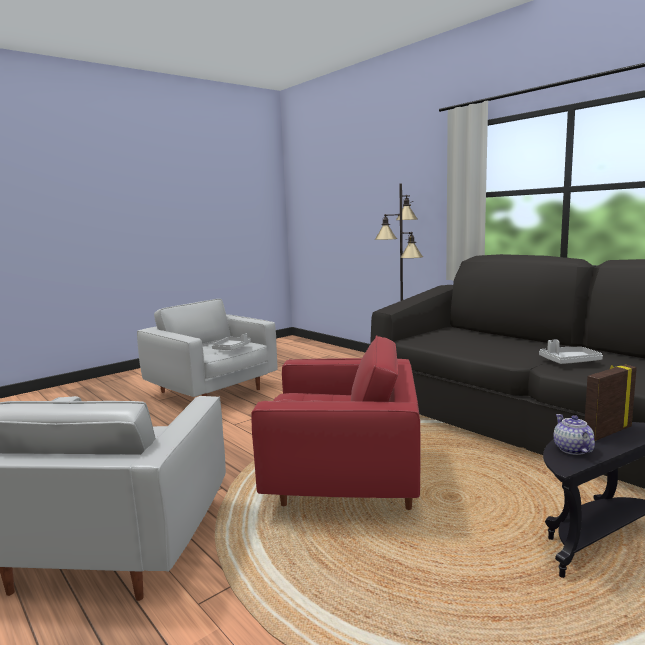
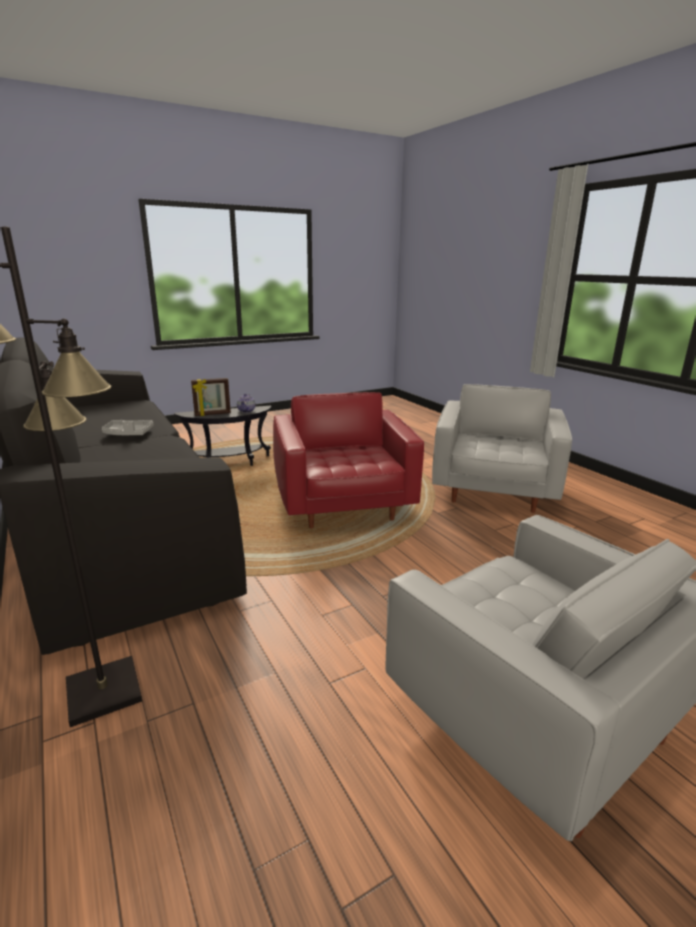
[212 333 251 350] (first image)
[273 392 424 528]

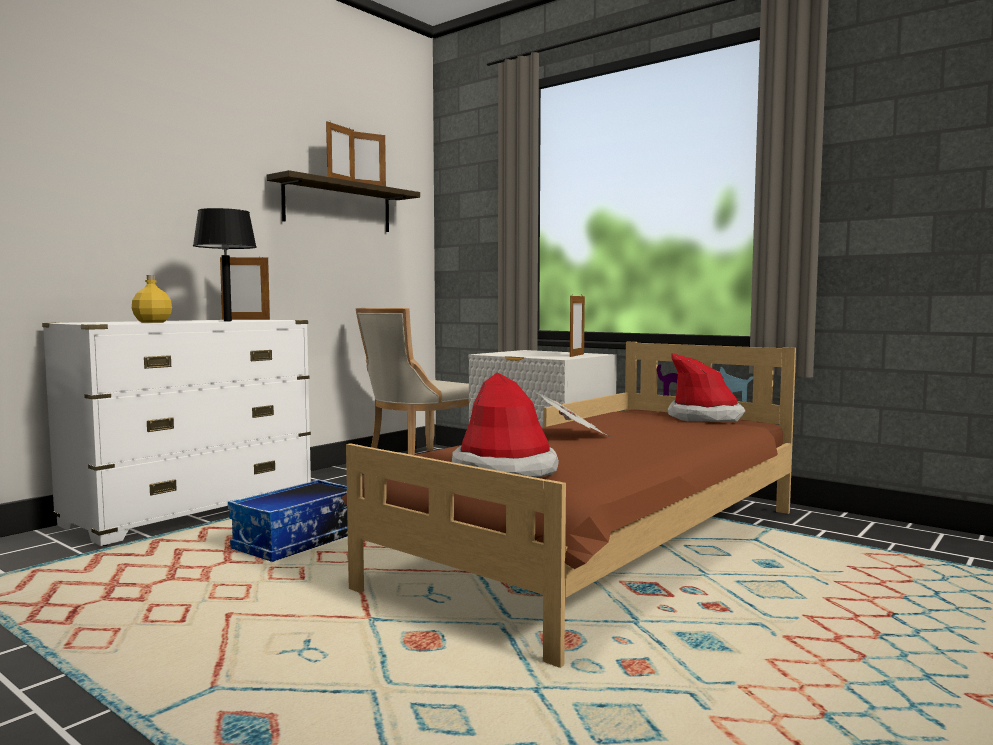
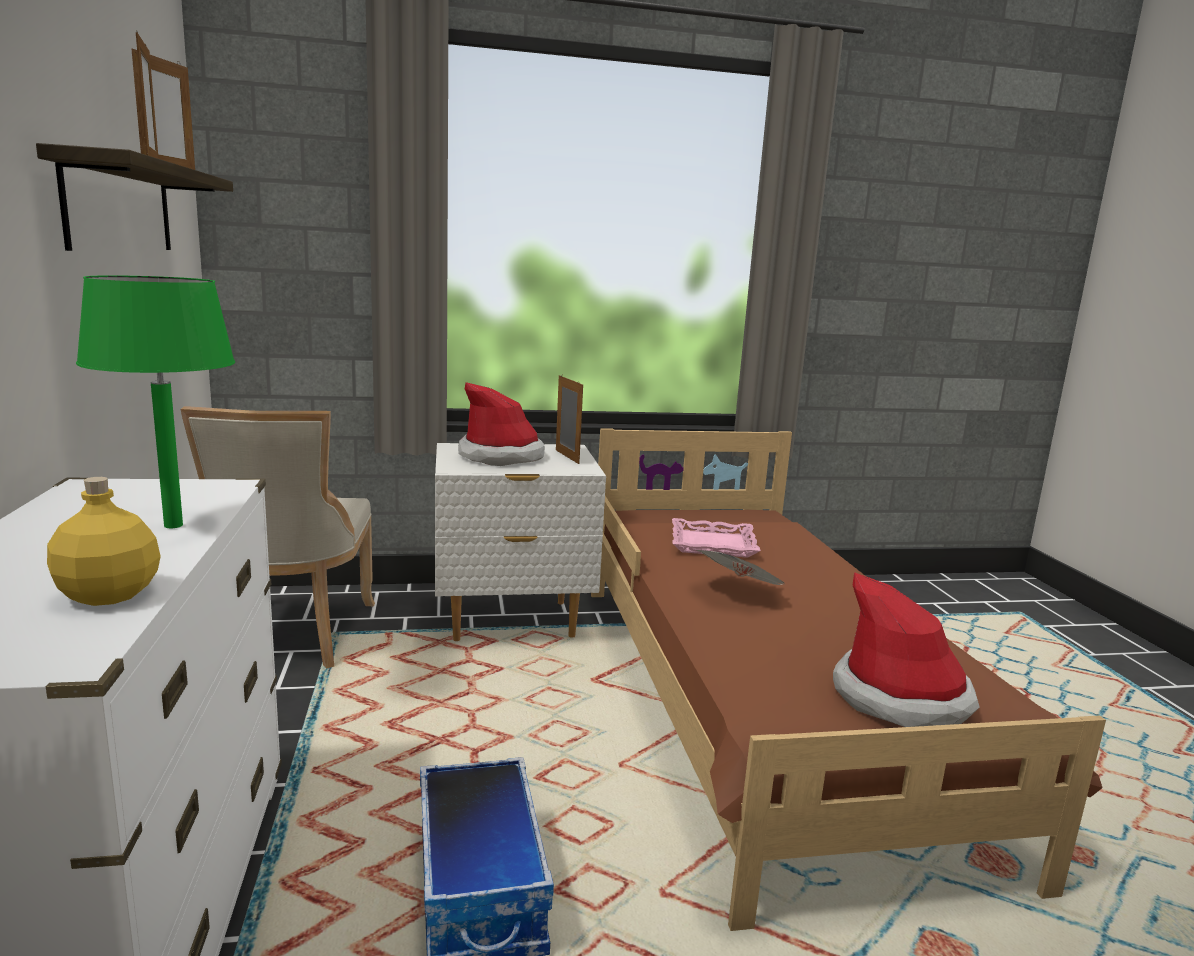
[220 255 270 320] (first image)
[672 518 761 558]
[458 382 545 466]
[76 275 235 528]

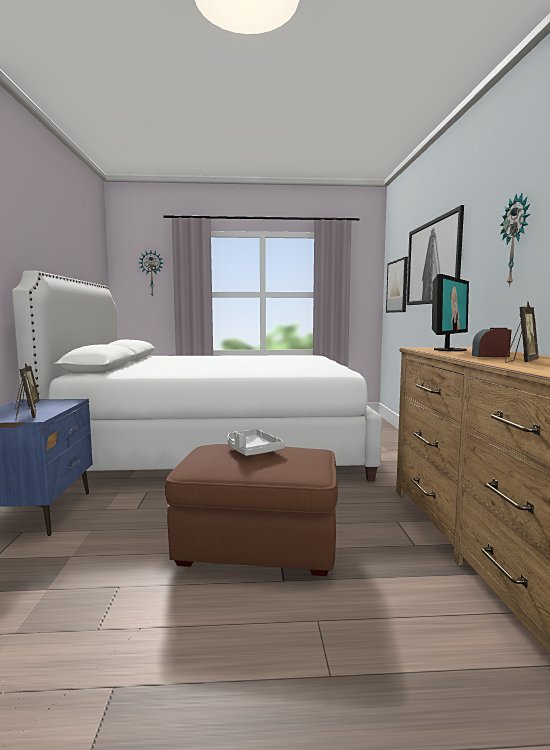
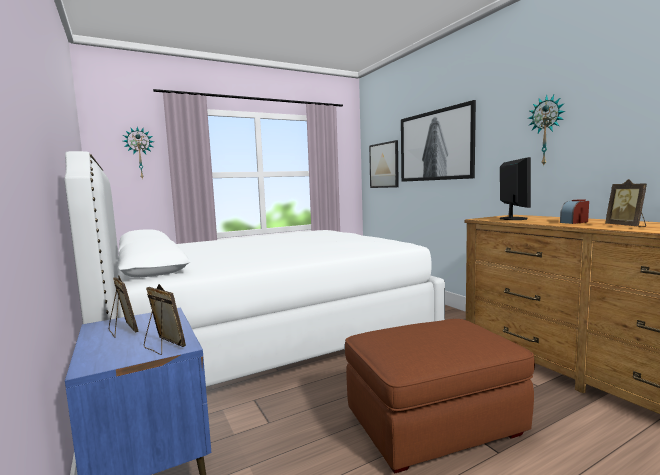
[228 429 284 456] (first image)
[605 179 647 227]

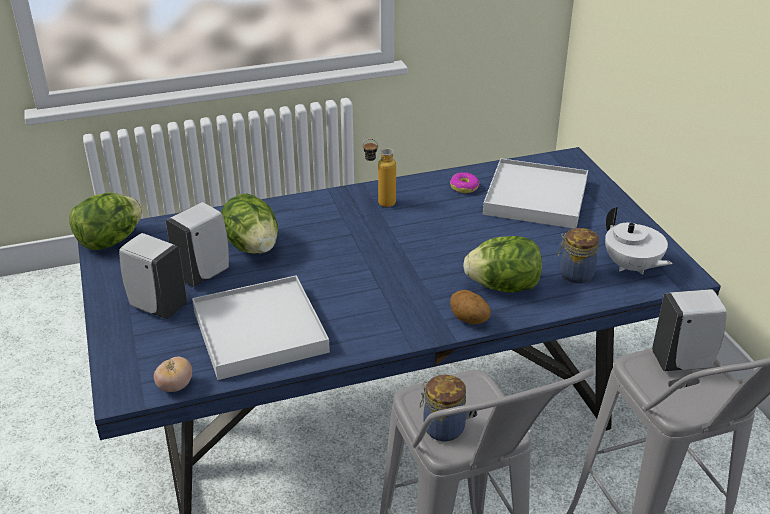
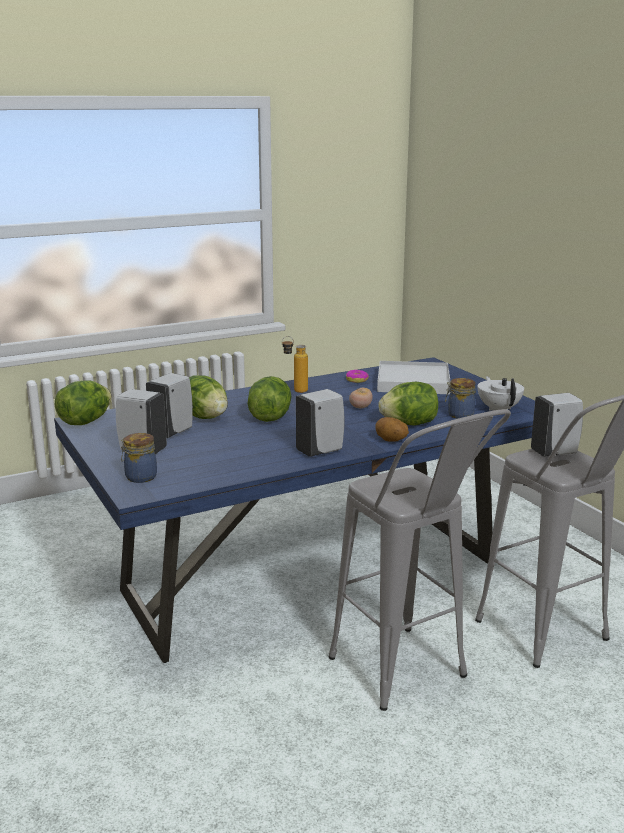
[192 275 330 380] (first image)
[247 376 291 422]
[296 389 344 457]
[349 388 373 408]
[121 433 157 483]
[478 376 524 411]

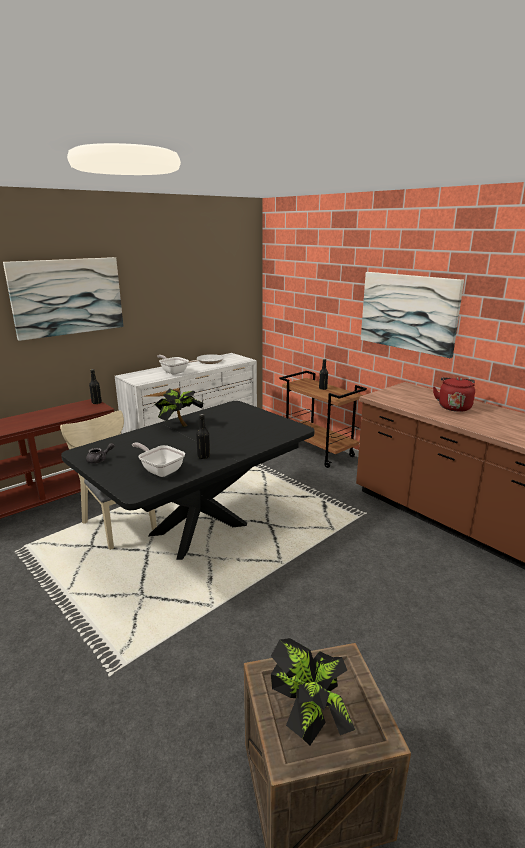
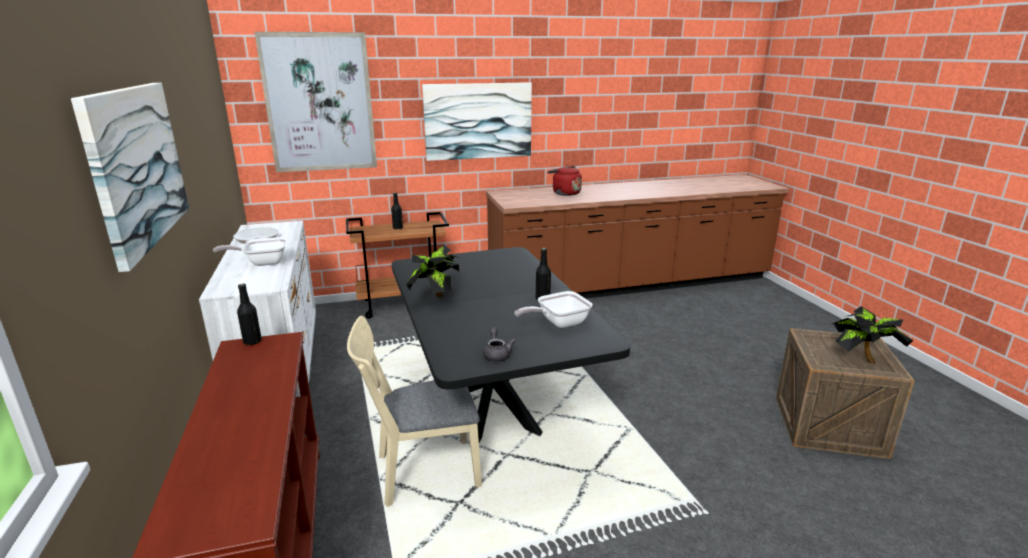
[254 32 377 172]

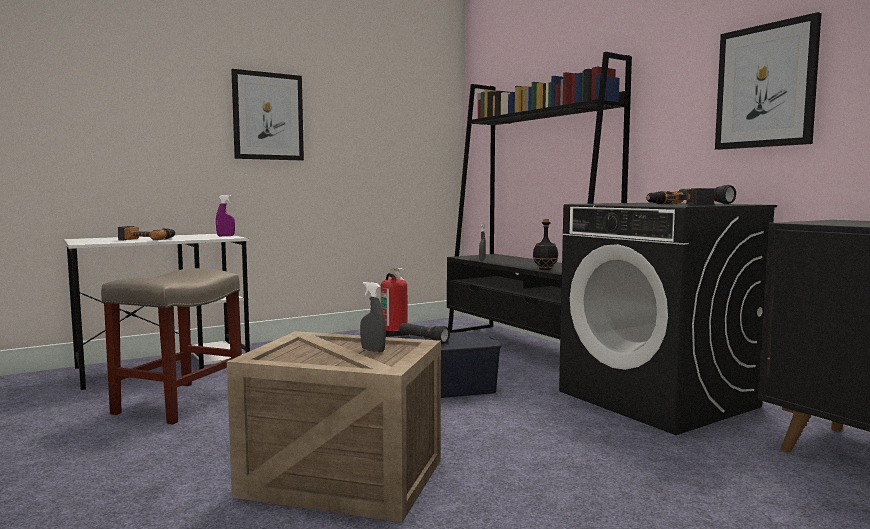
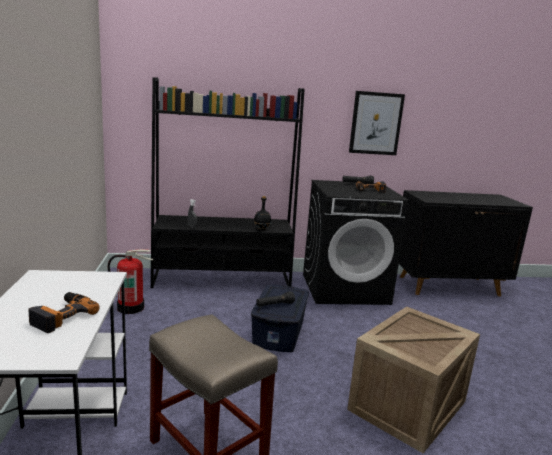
[216 195 235 236] (first image)
[231 69 304 160] (first image)
[360 282 386 352] (first image)

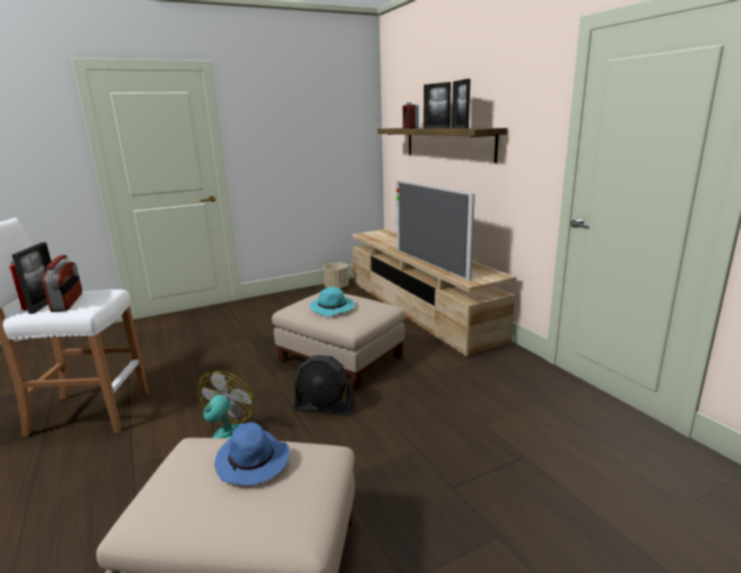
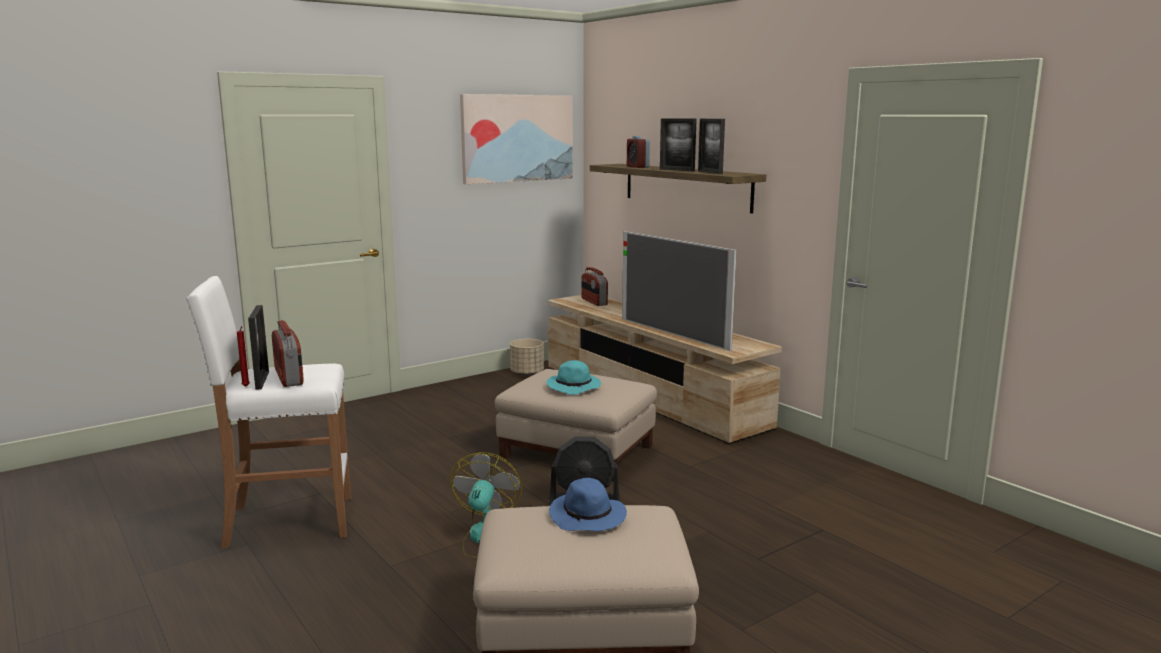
[460 94 573 184]
[581 267 608 306]

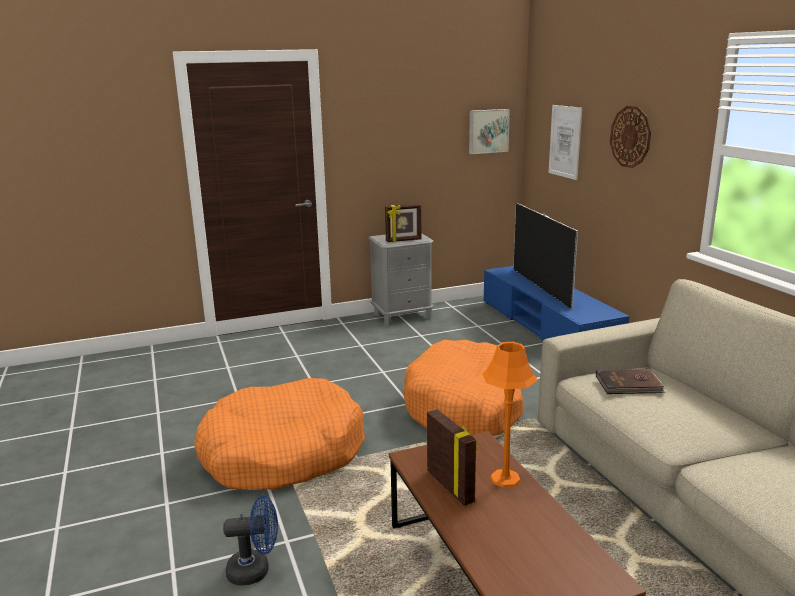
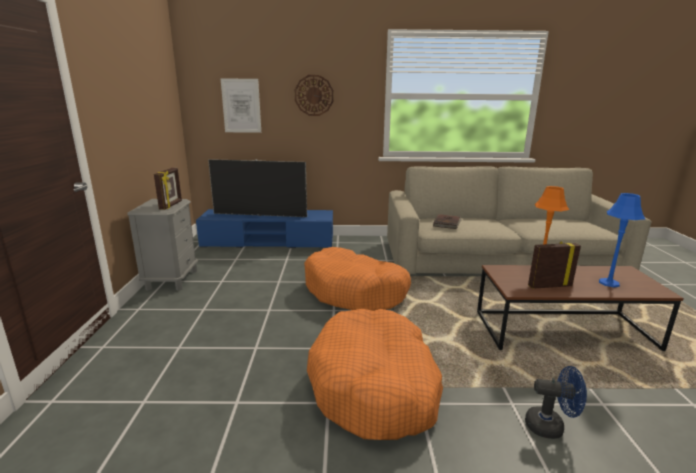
[469 109 510 154] (first image)
[599 193 645 287]
[525 366 587 439]

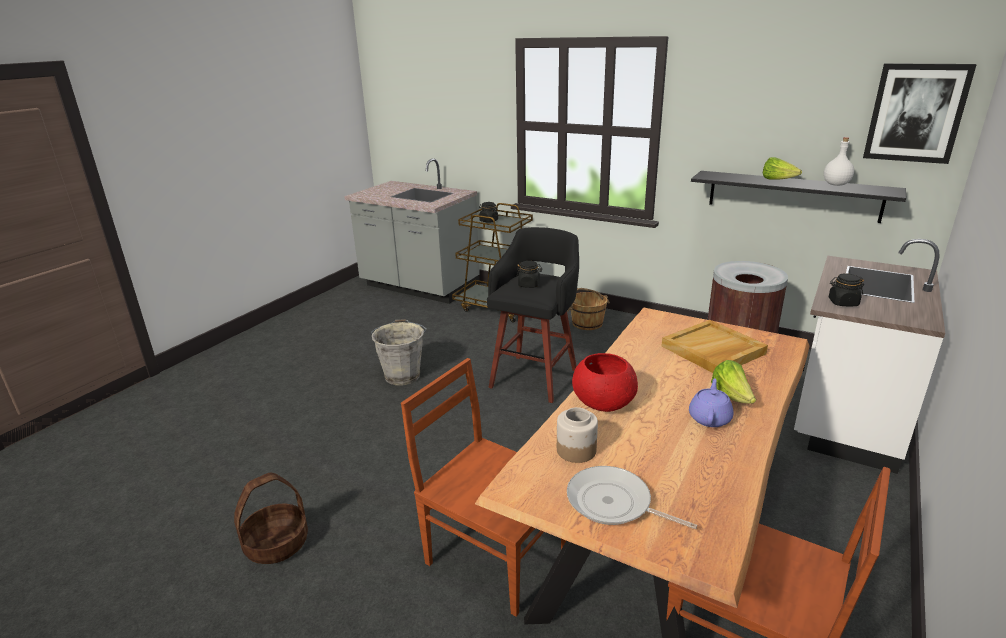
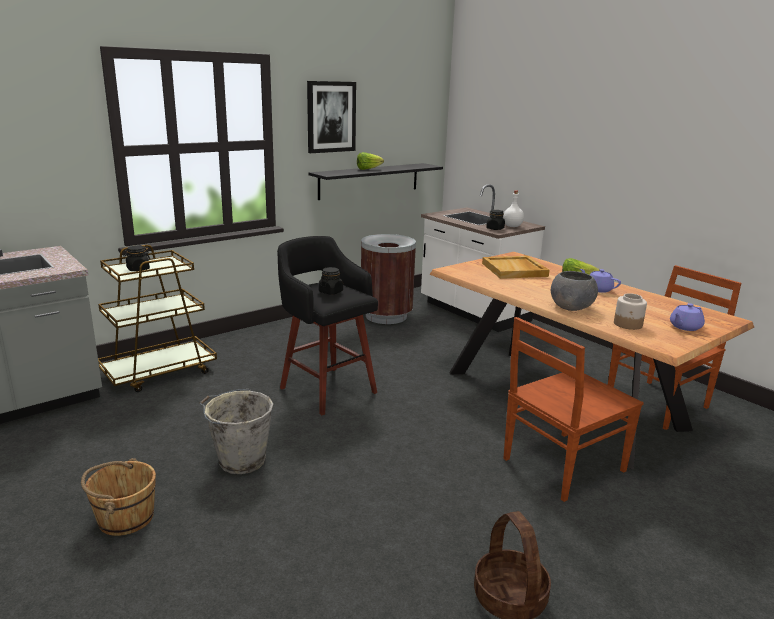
[81 458 156 536]
[503 190 524 227]
[307 81 356 153]
[670 303 705 331]
[551 271 598 311]

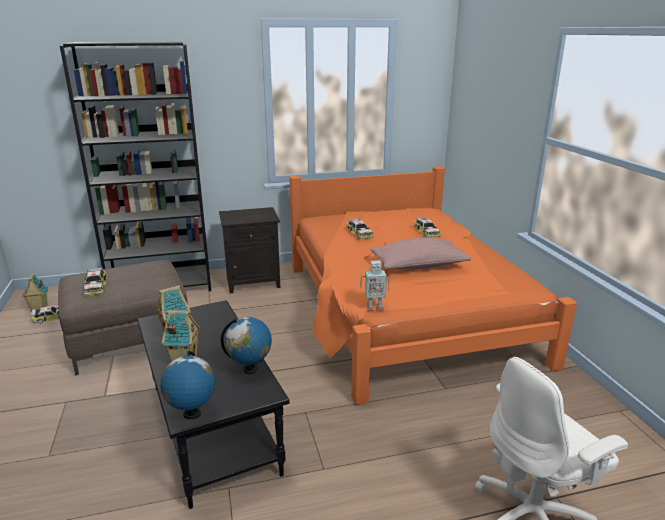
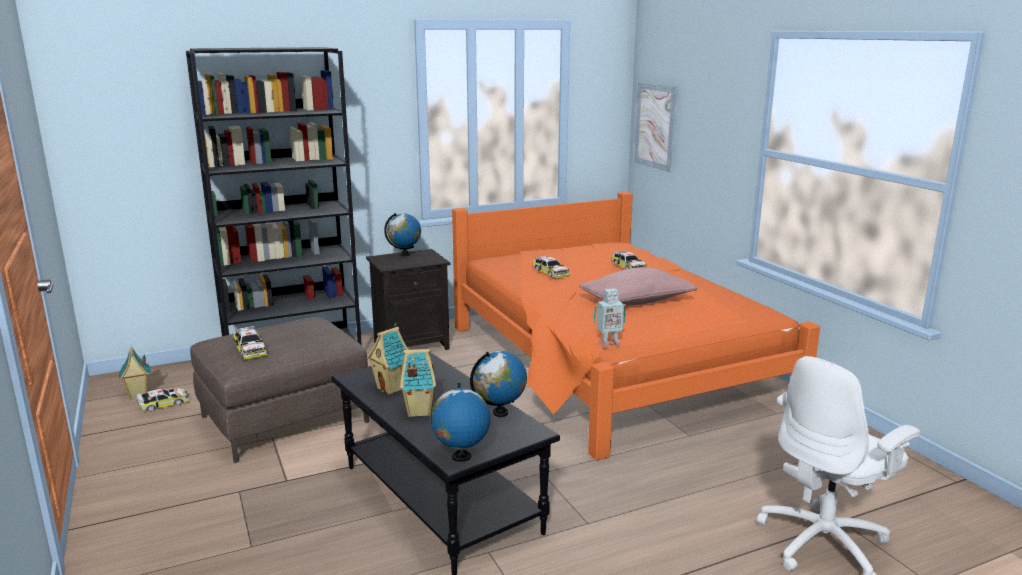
[384 213 421 256]
[634 83 678 172]

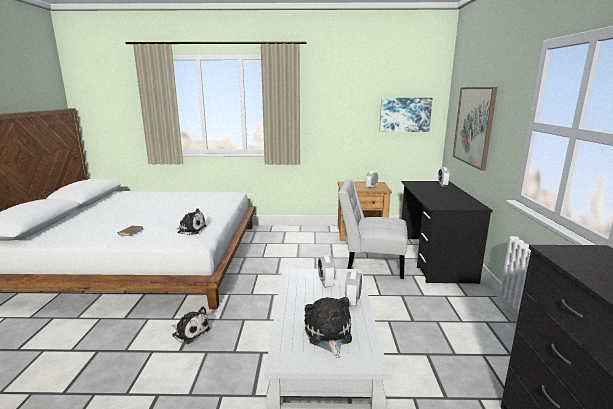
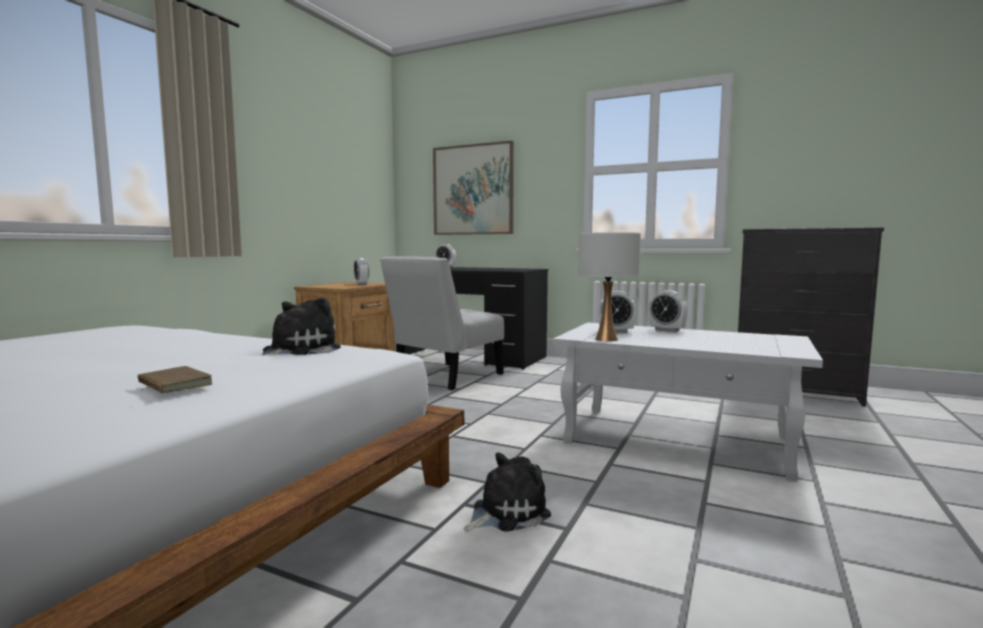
[305 297 352 358] (first image)
[379 98 433 132] (first image)
[578 232 641 342]

